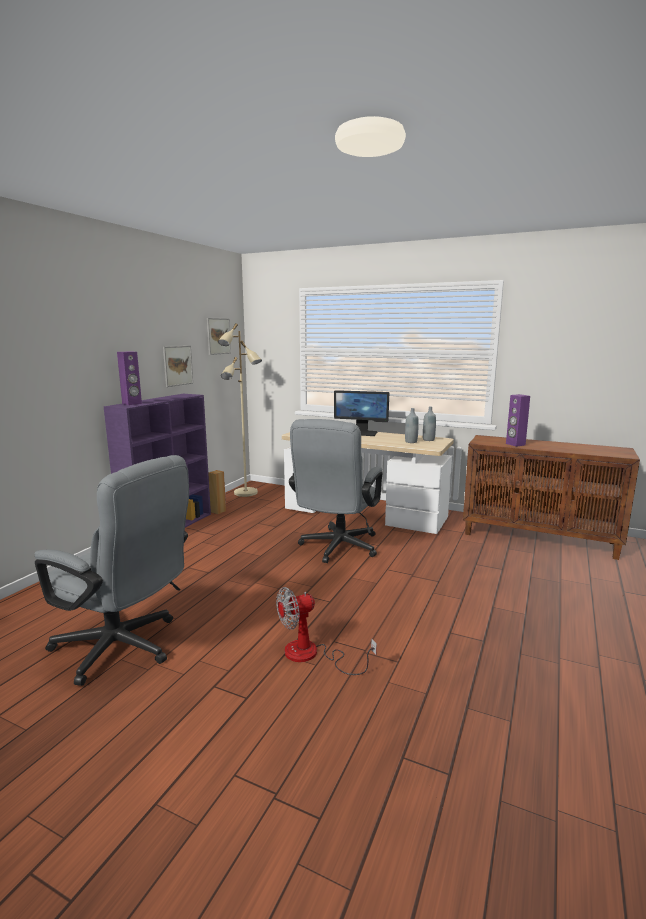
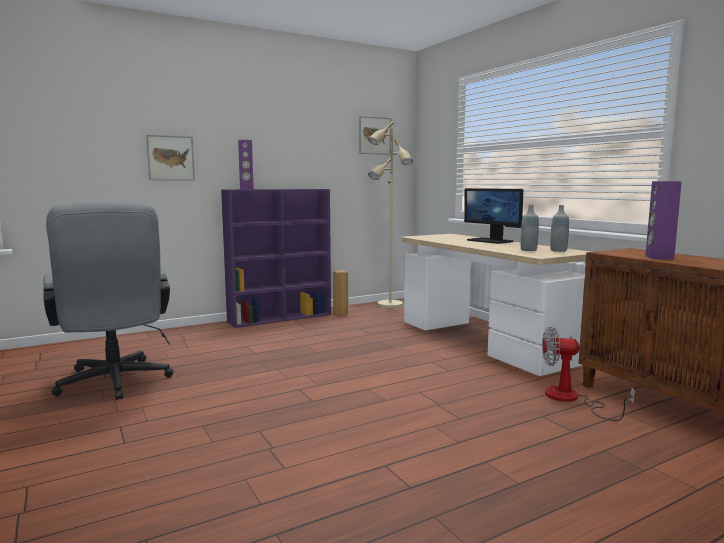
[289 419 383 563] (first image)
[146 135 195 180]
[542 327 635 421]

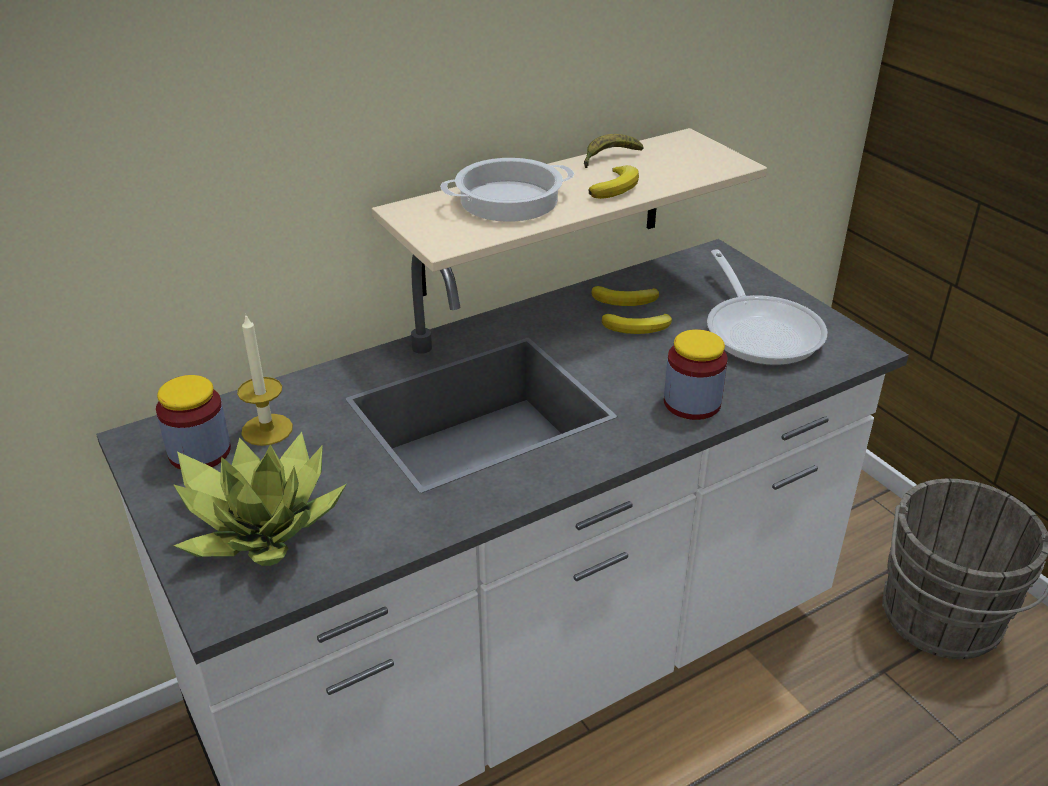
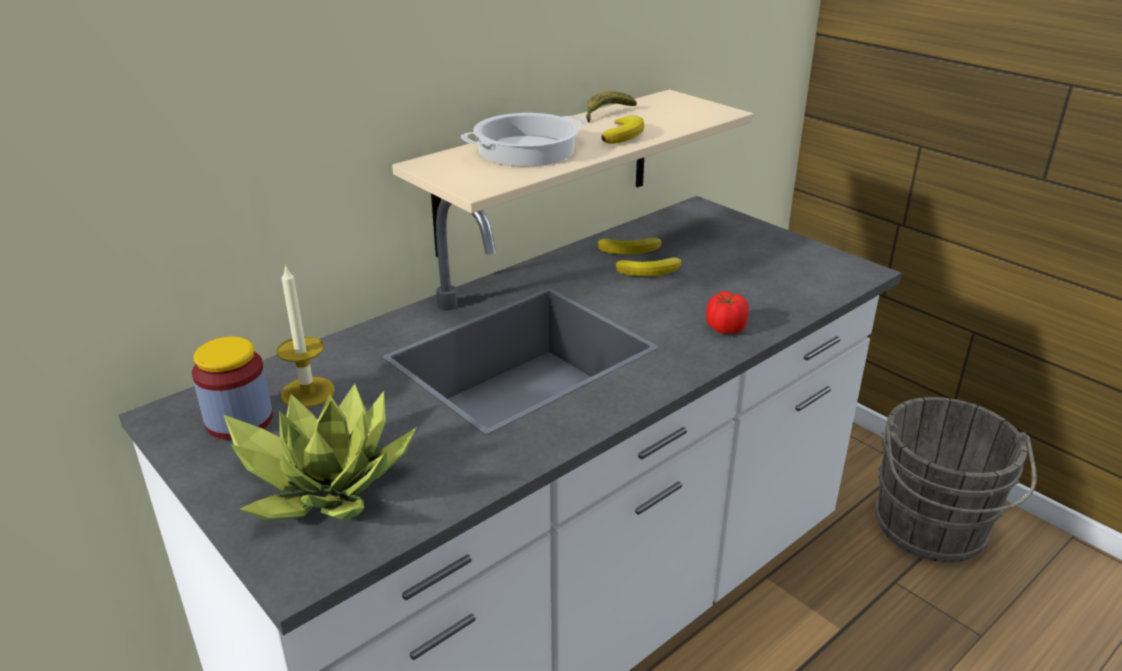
[707 249 827 365] (first image)
[706 291 749 334]

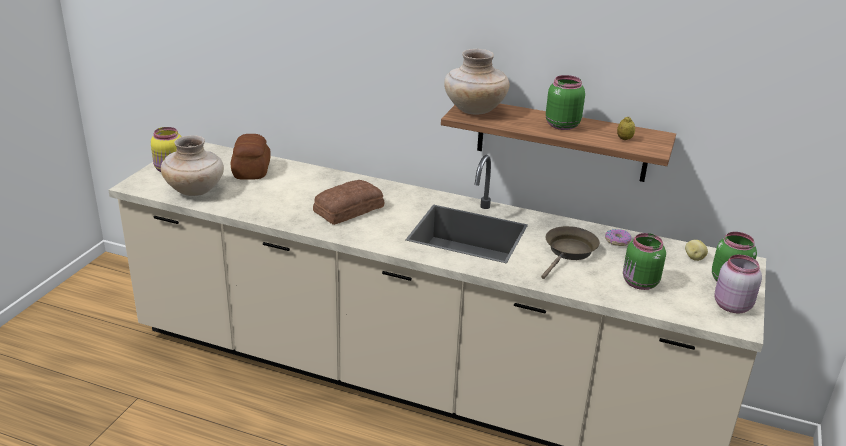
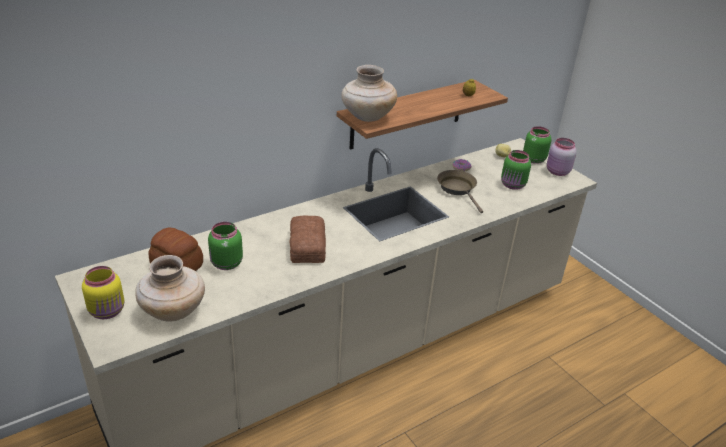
[208 222 243 270]

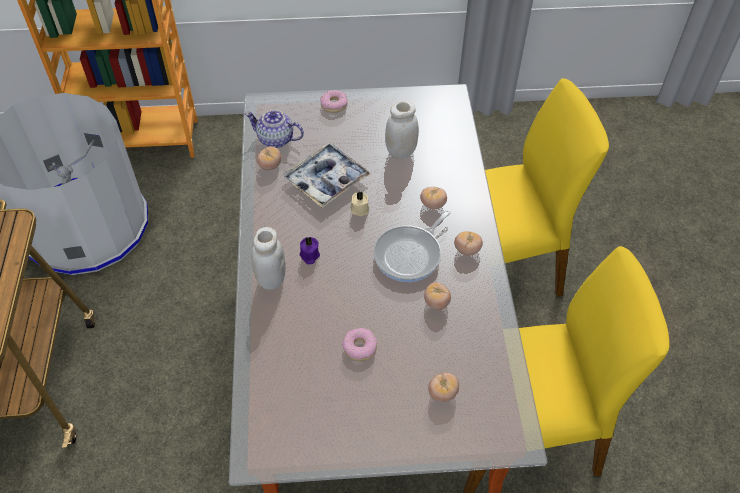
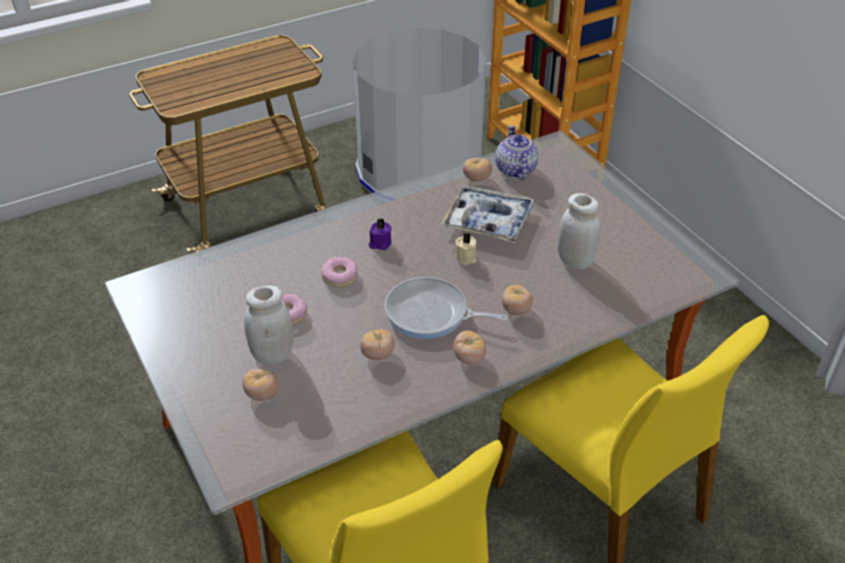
[244 285 294 365]
[321 257 358 287]

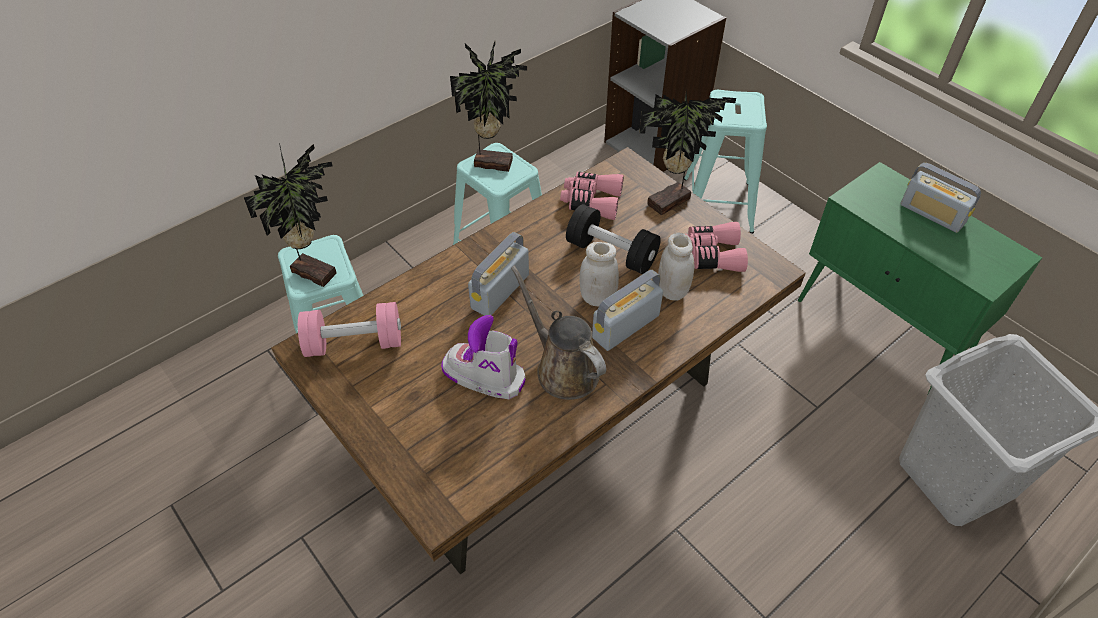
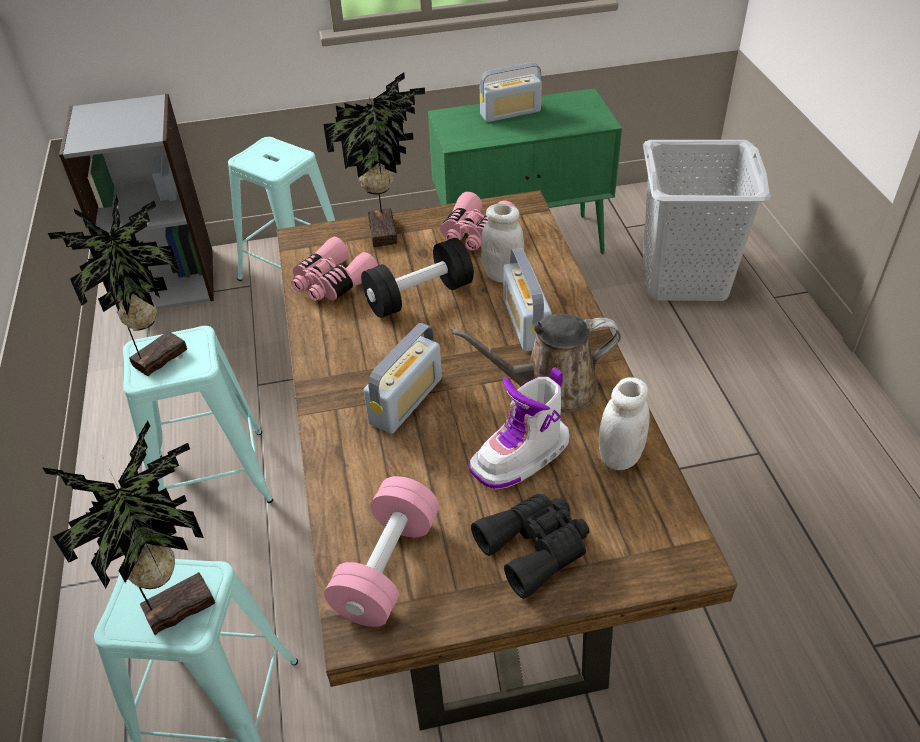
[471 494 589 599]
[599 377 650 470]
[364 323 442 434]

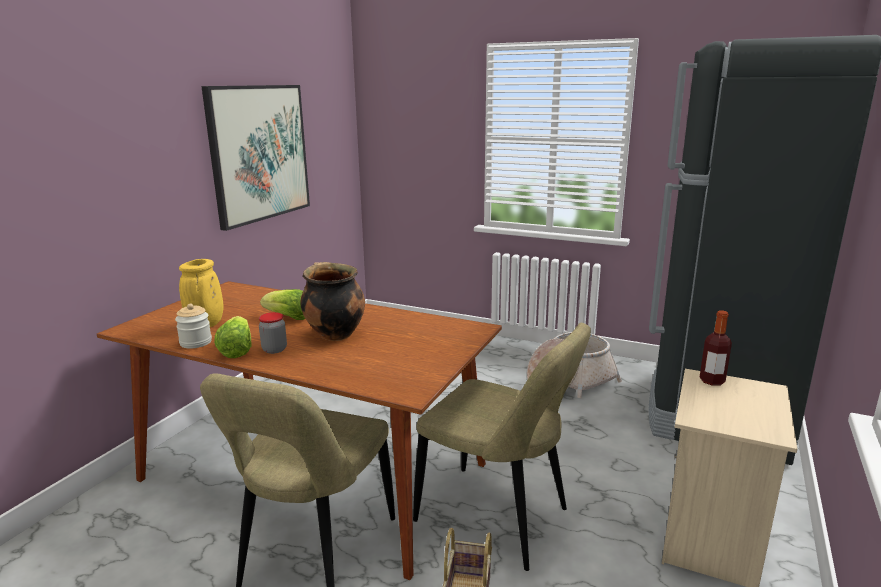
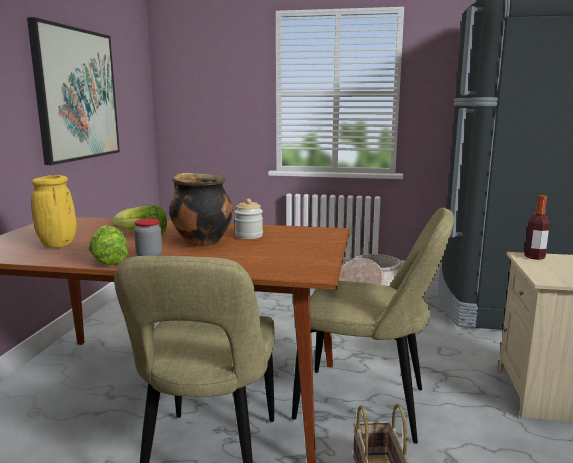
[234 199 263 239]

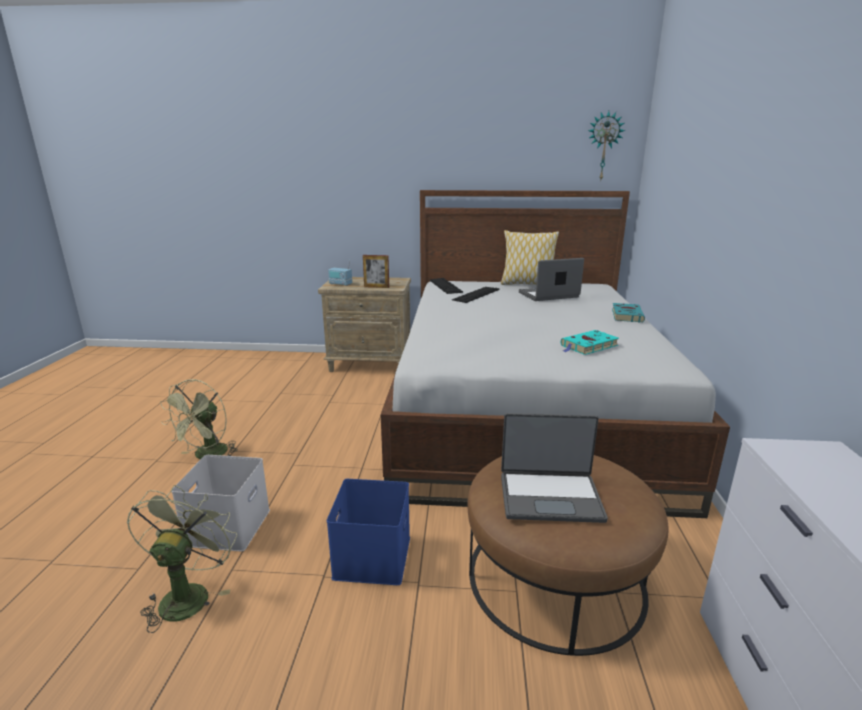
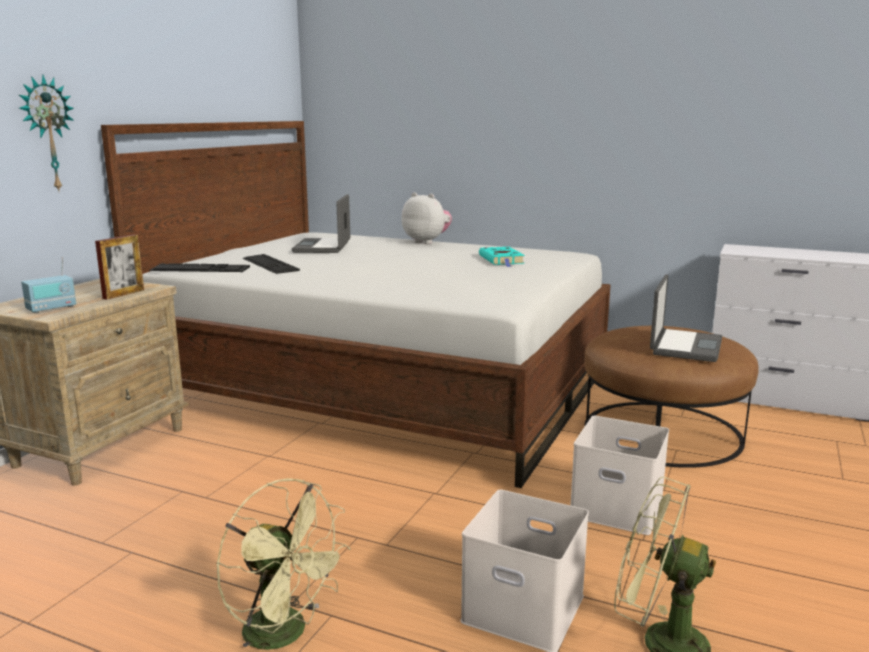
[501 230 559 285] (first image)
[19 75 74 191]
[402 192 452 244]
[571 416 669 535]

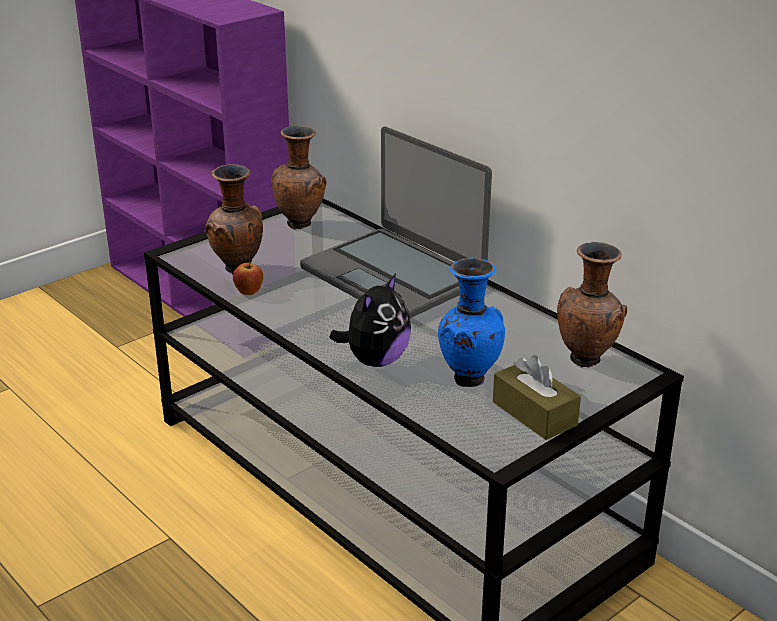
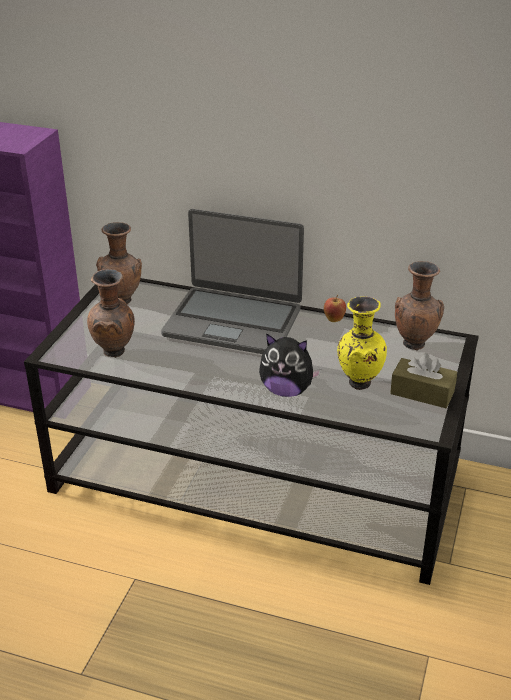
[324 295 346 322]
[337 296 387 390]
[259 333 321 397]

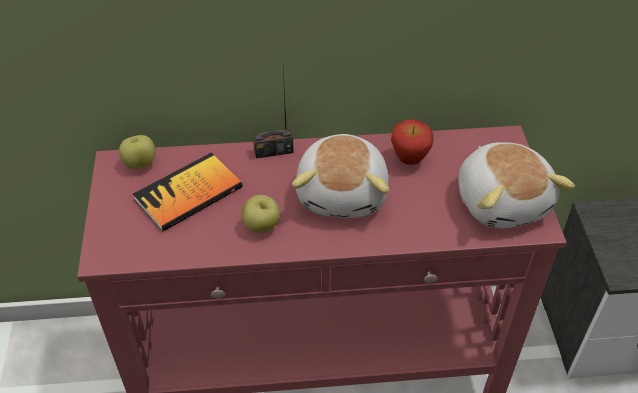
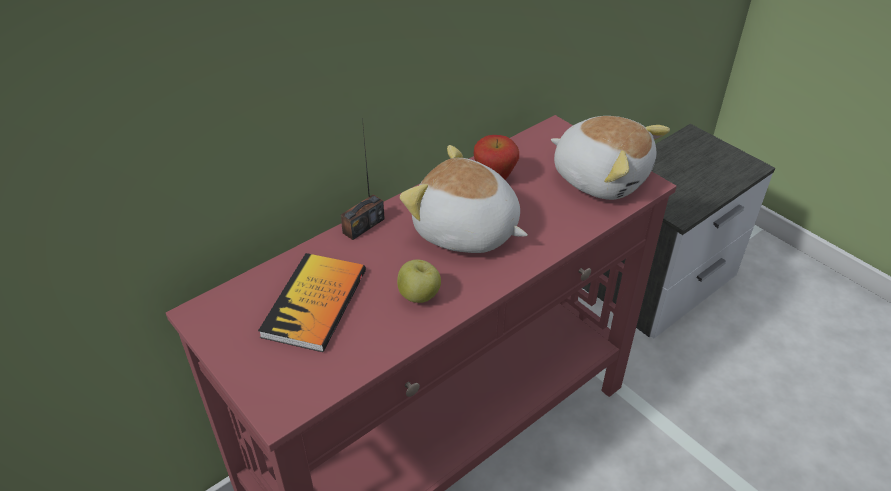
[119 135 155 169] (first image)
[400 145 528 253]

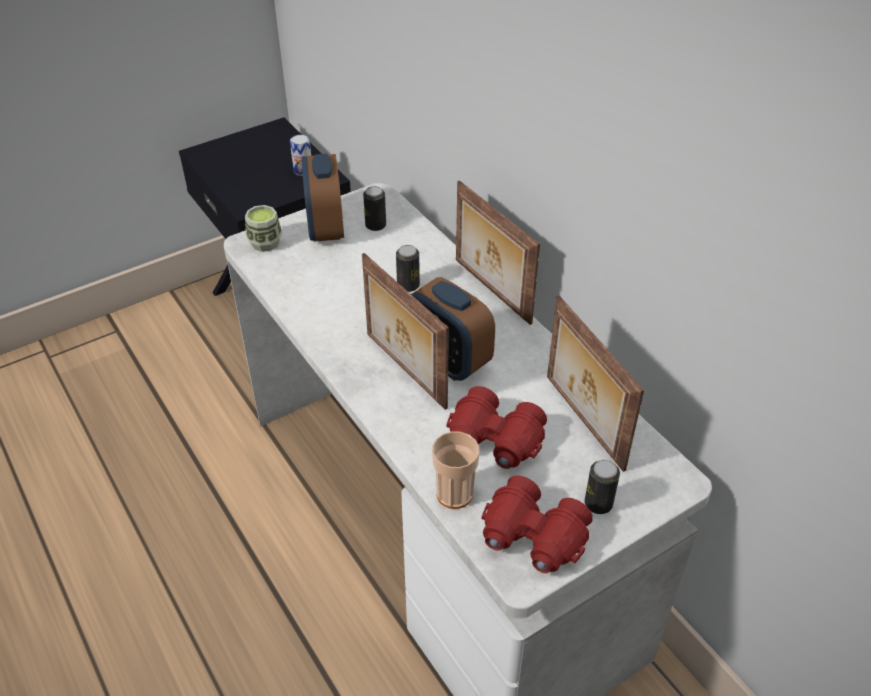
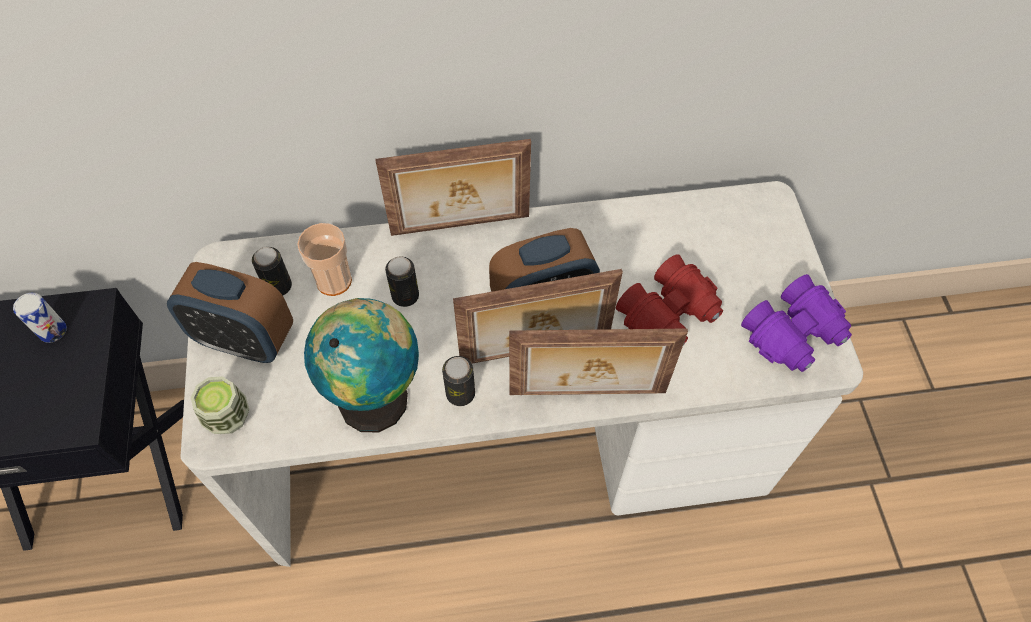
[304 298 419 433]
[297 223 352 296]
[509 328 688 395]
[442 356 475 406]
[741 274 852 372]

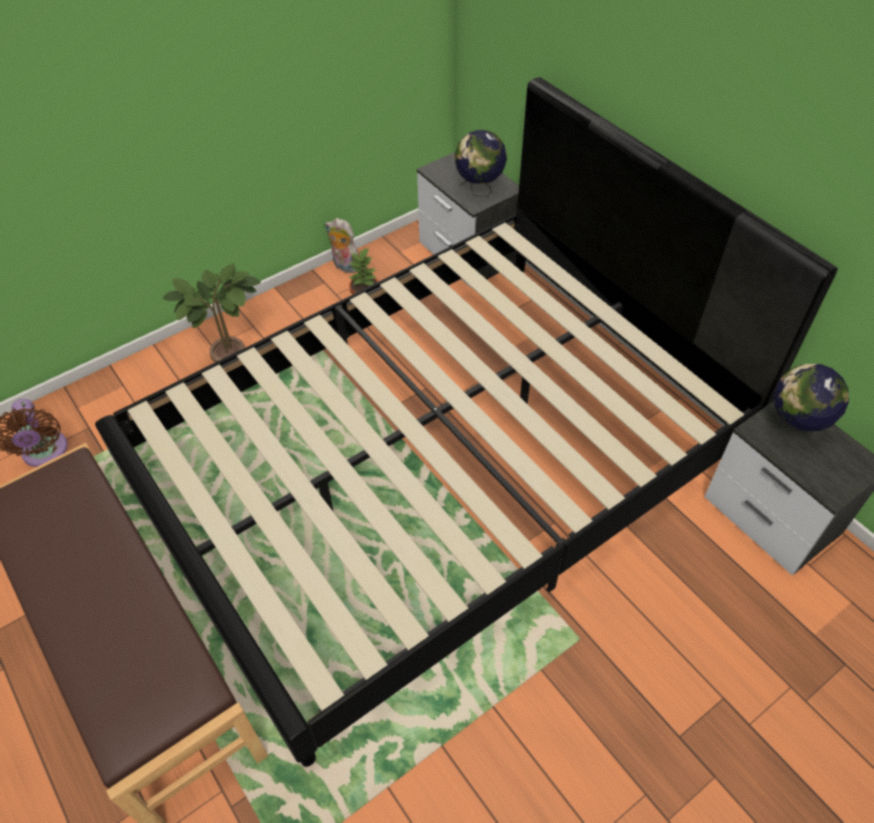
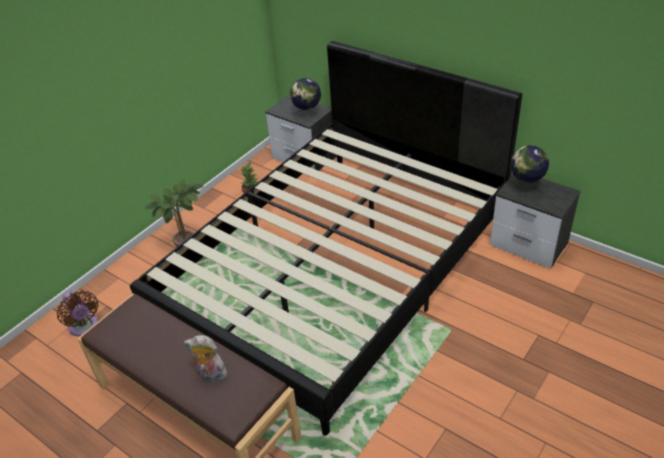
[184 335 227 382]

